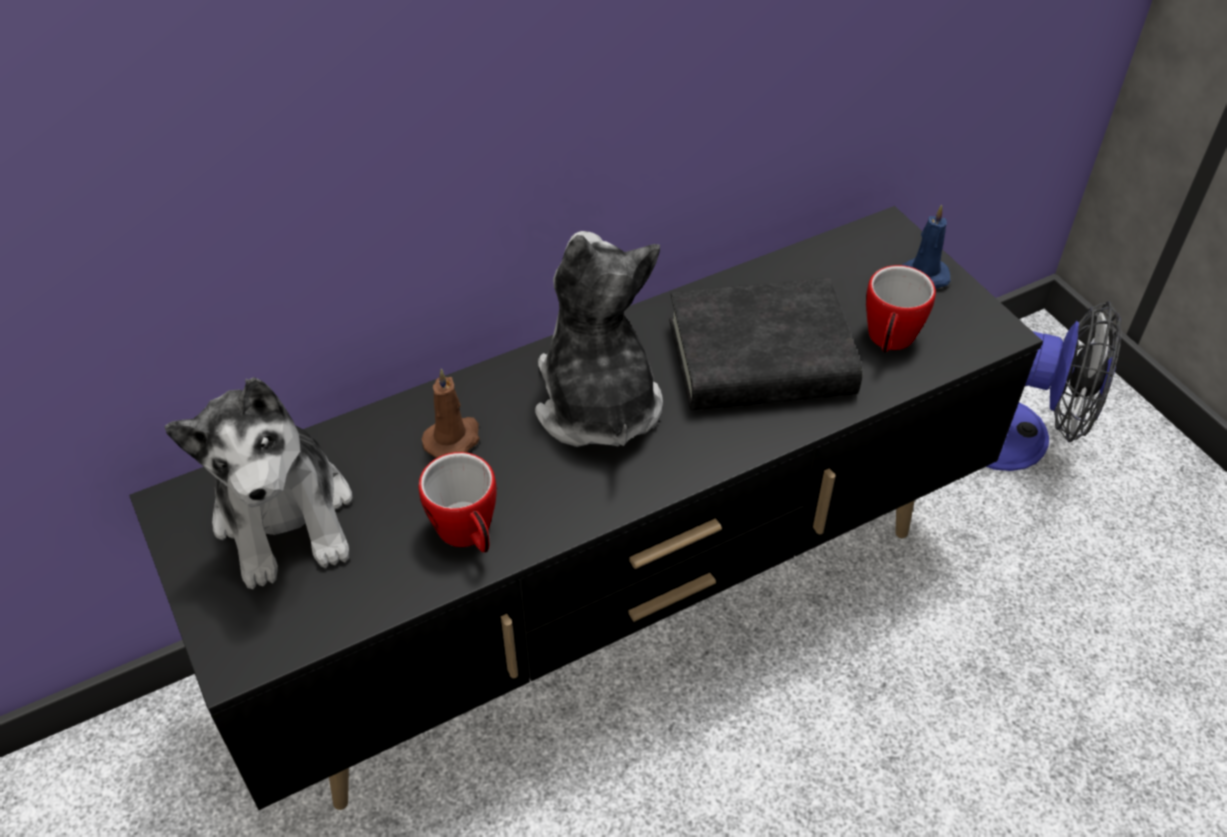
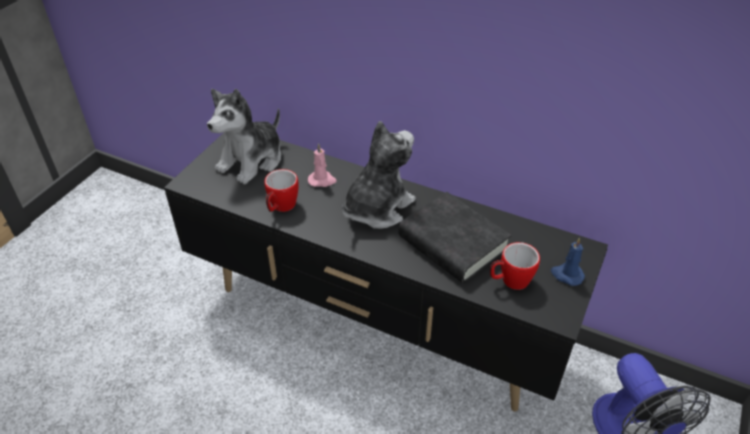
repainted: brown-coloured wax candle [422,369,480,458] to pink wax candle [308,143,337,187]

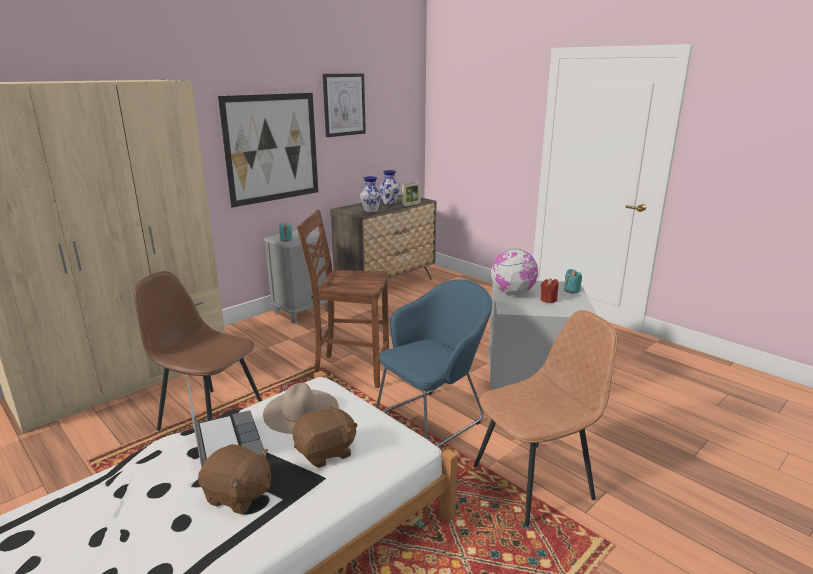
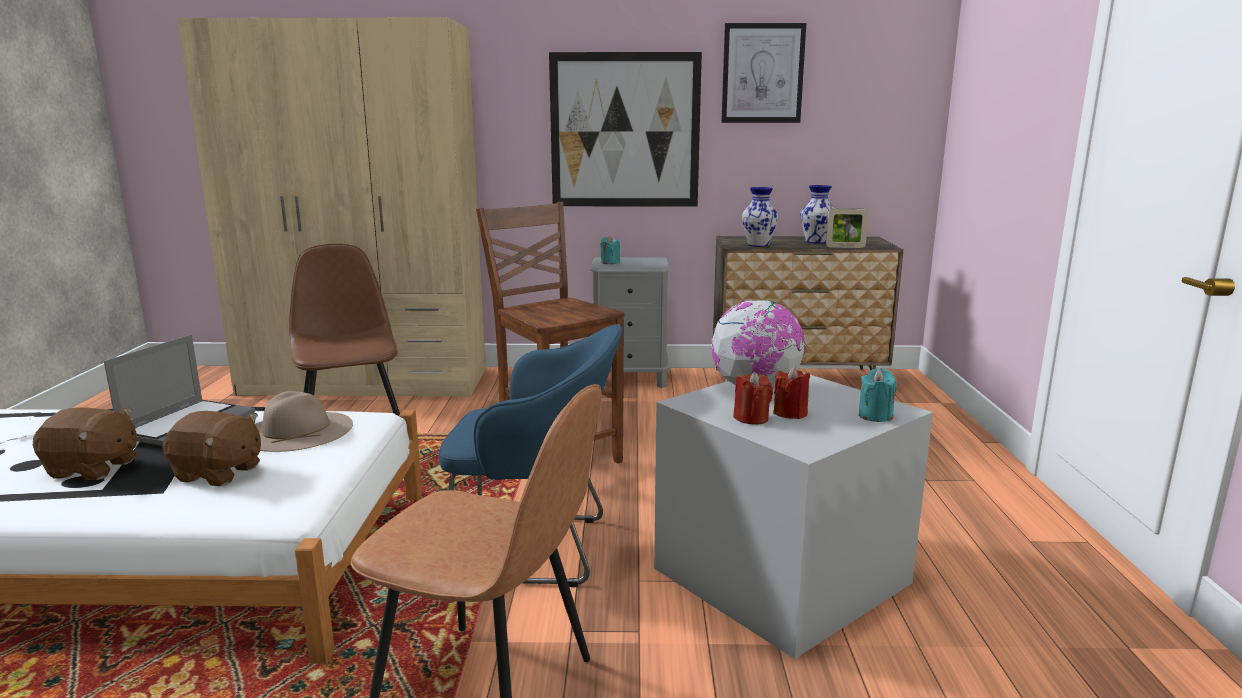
new: red wax candle [733,372,773,425]
rotated: brown-coloured cuddly toy [198,444,271,514] = [33,407,137,480] 60 degrees counterclockwise

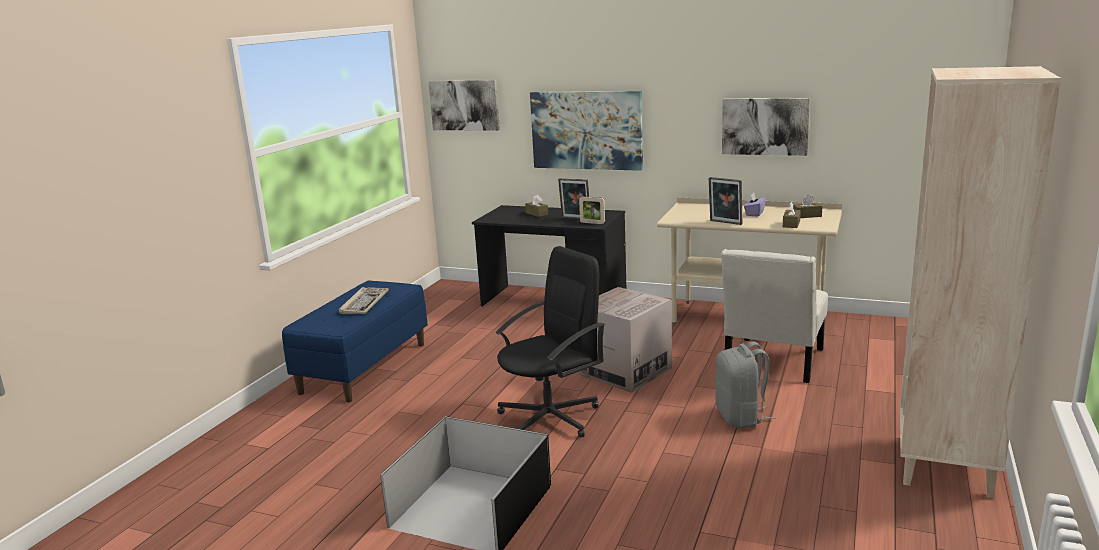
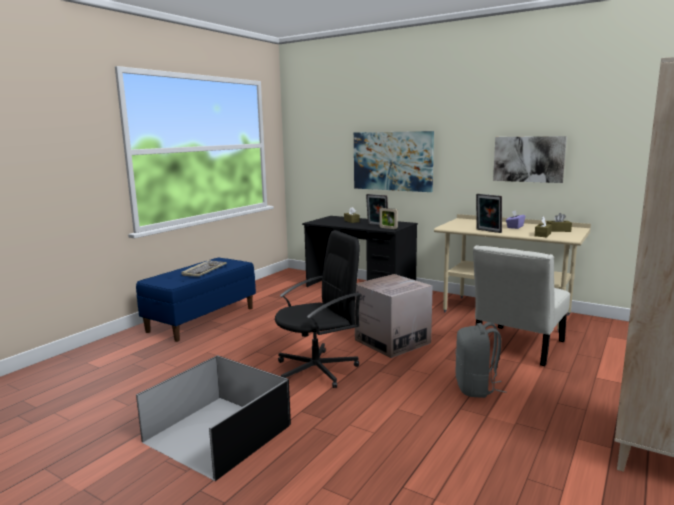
gone: wall picture [428,80,500,131]

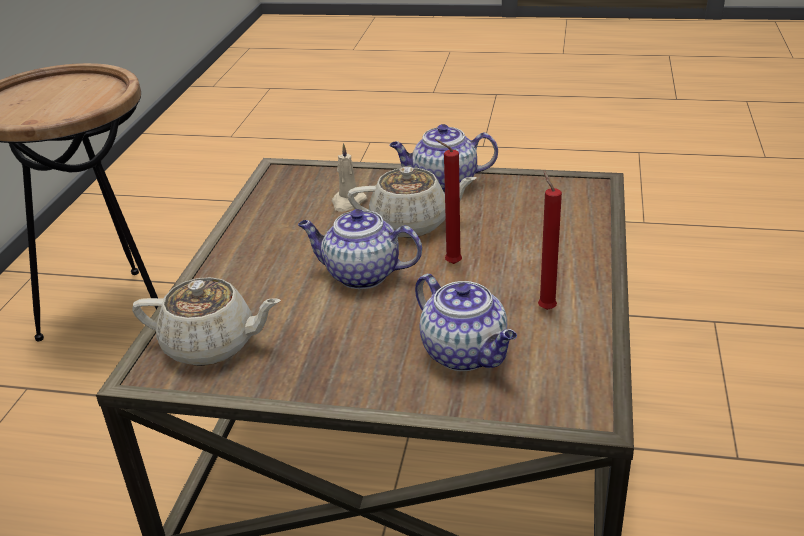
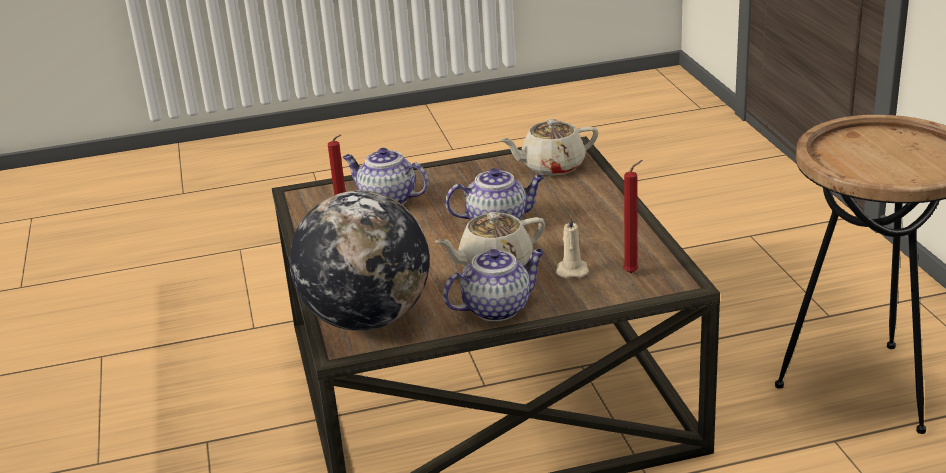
new: world globe [290,190,430,331]
shifted: red wax candle [435,139,462,264] to [623,160,643,273]

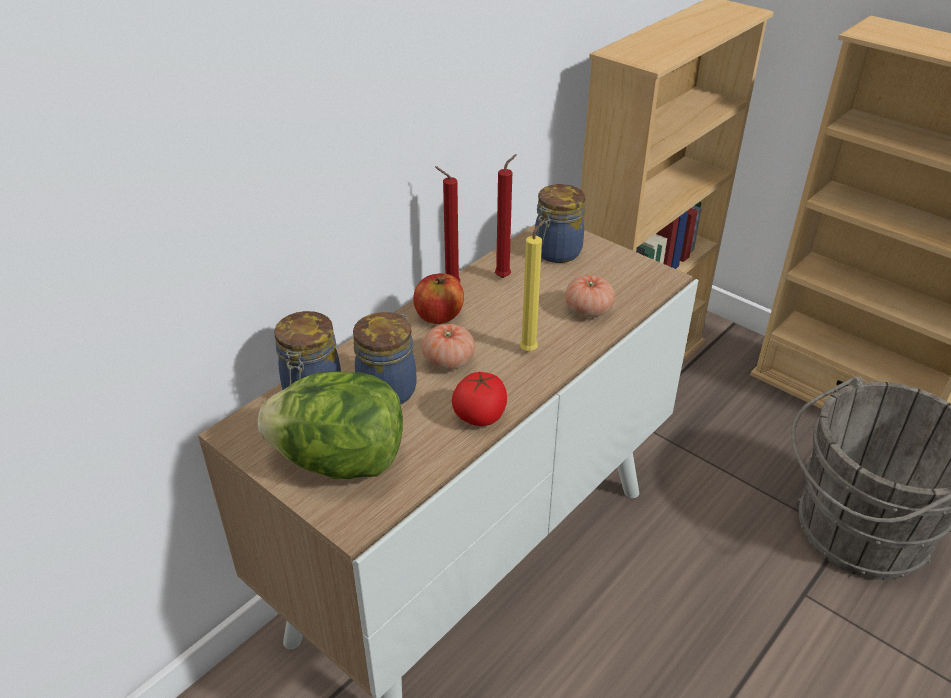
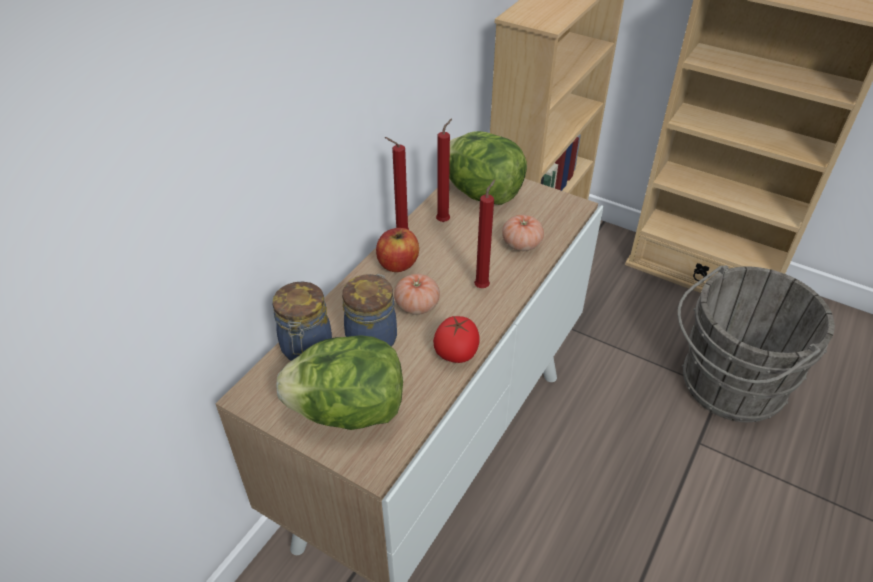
swapped: storage jar [535,184,585,263] to lettuce head [449,131,527,205]
repainted: yellow-coloured wax candle [520,219,546,351] to red wax candle [474,180,495,288]

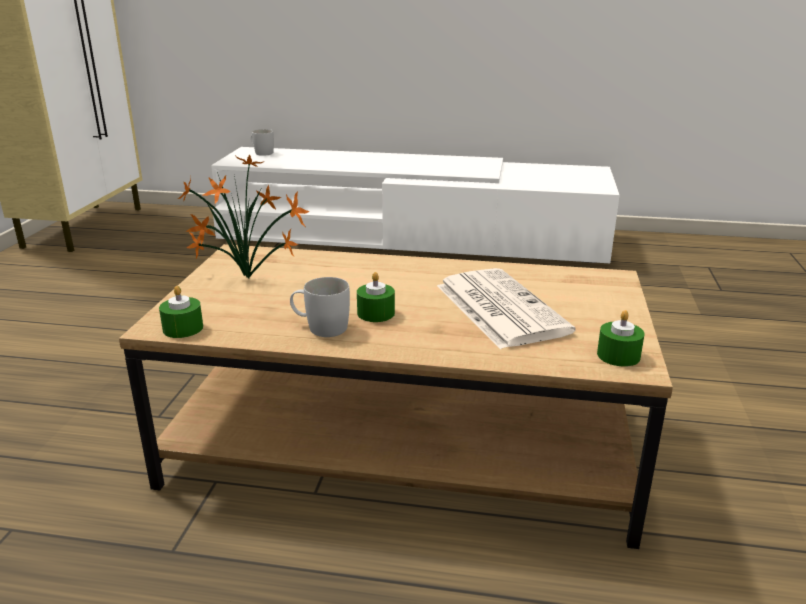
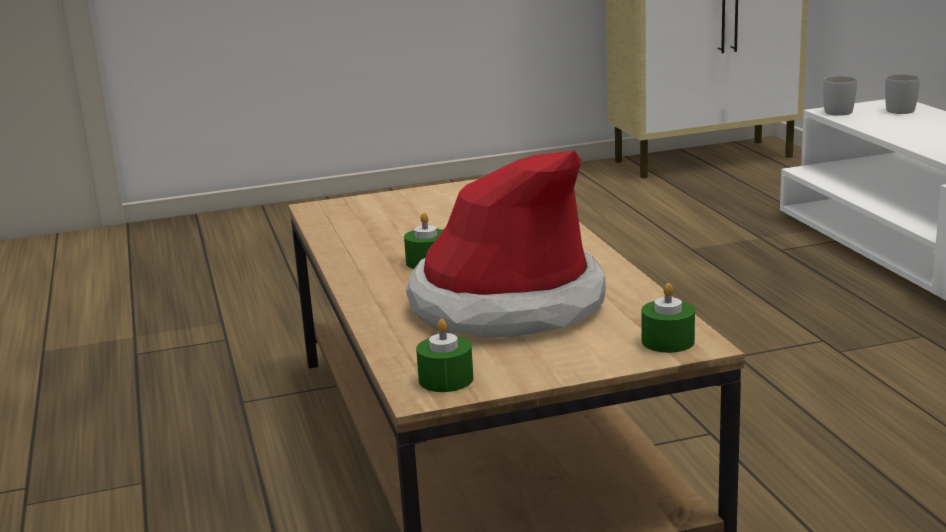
gone: plant in a pot [178,155,310,279]
shifted: whitish coffee mug [290,277,350,337] to [823,76,857,116]; green-coloured wax candle [159,286,203,338] to [641,283,695,353]
swapped: printed paper [437,268,576,349] to wearable hat [406,150,606,338]

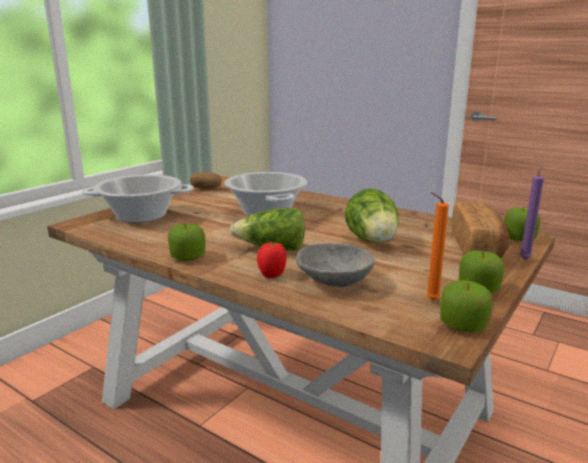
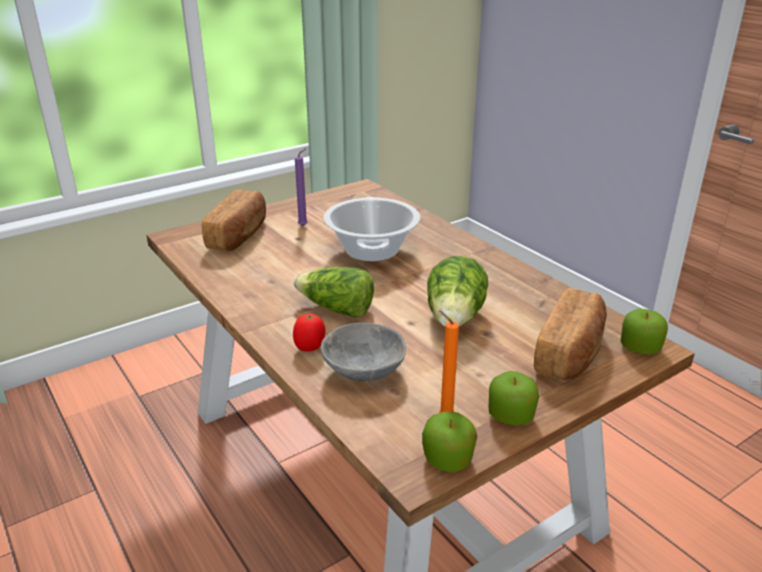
gone: spud [190,172,222,189]; whole apple [168,224,205,261]
shifted: purplish wax candle [519,166,544,260] to [295,148,308,226]
swapped: stockpot [82,175,194,223] to baked bread [202,190,266,251]

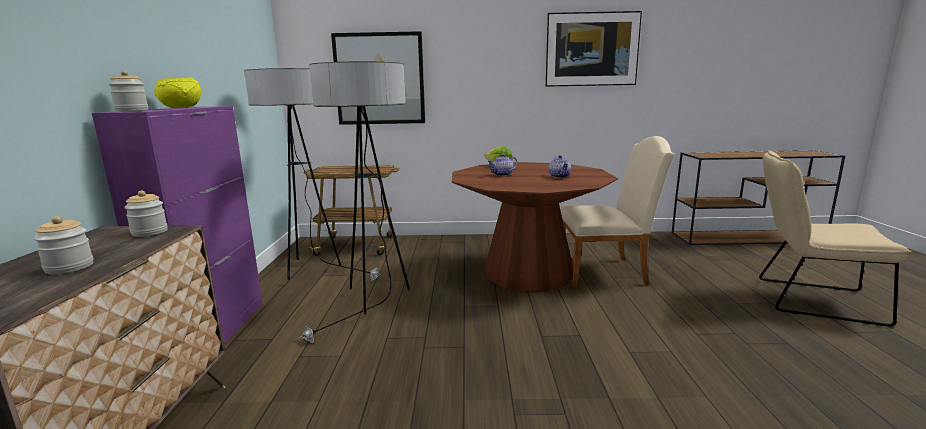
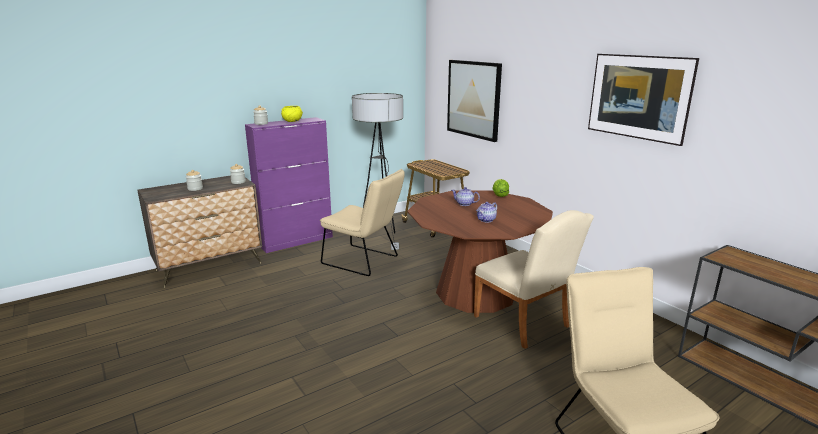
swapped: floor lamp [299,62,410,343] to beige-coloured upright chair [320,168,405,276]

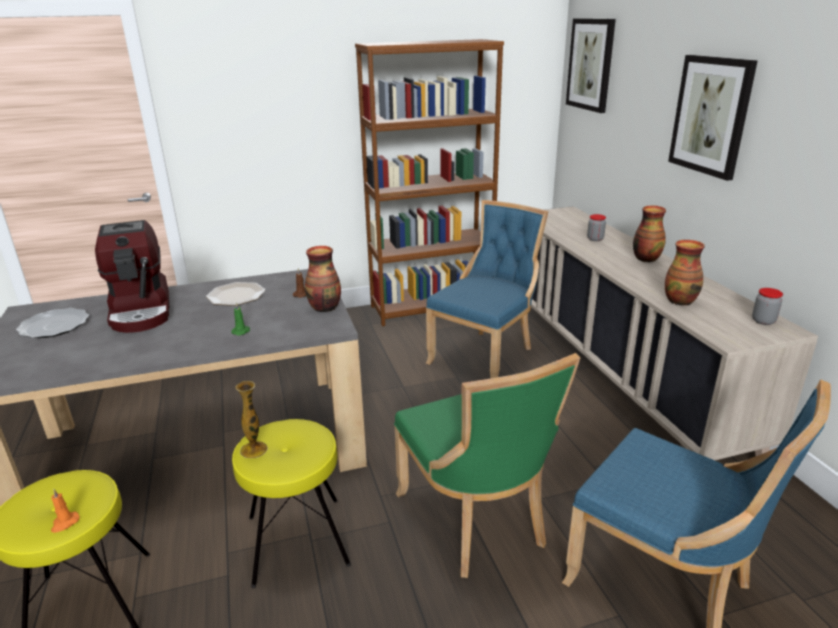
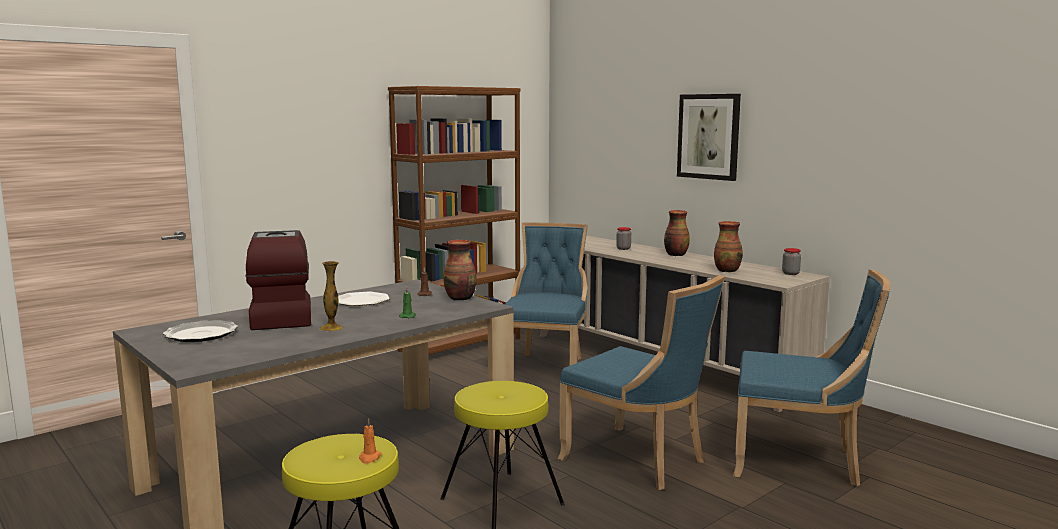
gone: wall picture [566,18,616,113]
shifted: flower vase [236,381,268,458] to [319,261,343,331]
repainted: green-coloured upright chair [394,353,581,578] to blue upright chair [558,275,725,490]
rotated: coffee machine [95,220,169,333] = [245,230,311,330] 150 degrees counterclockwise

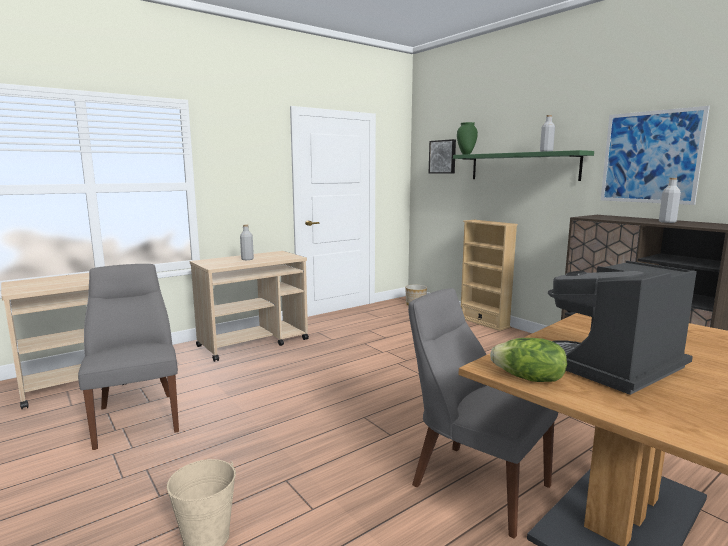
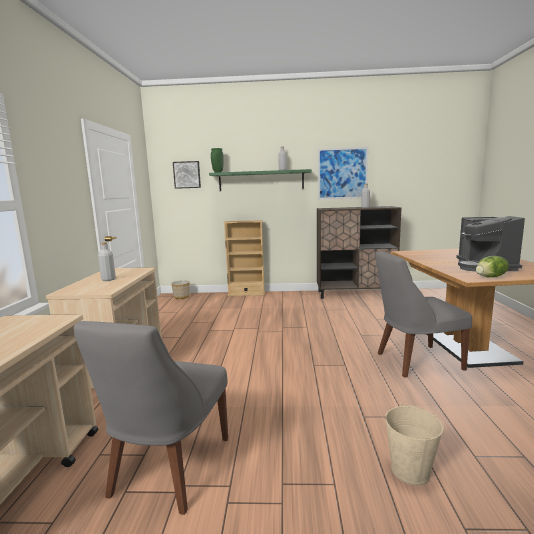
rotated: grey upright chair [78,264,179,450] = [74,321,228,515] 90 degrees counterclockwise

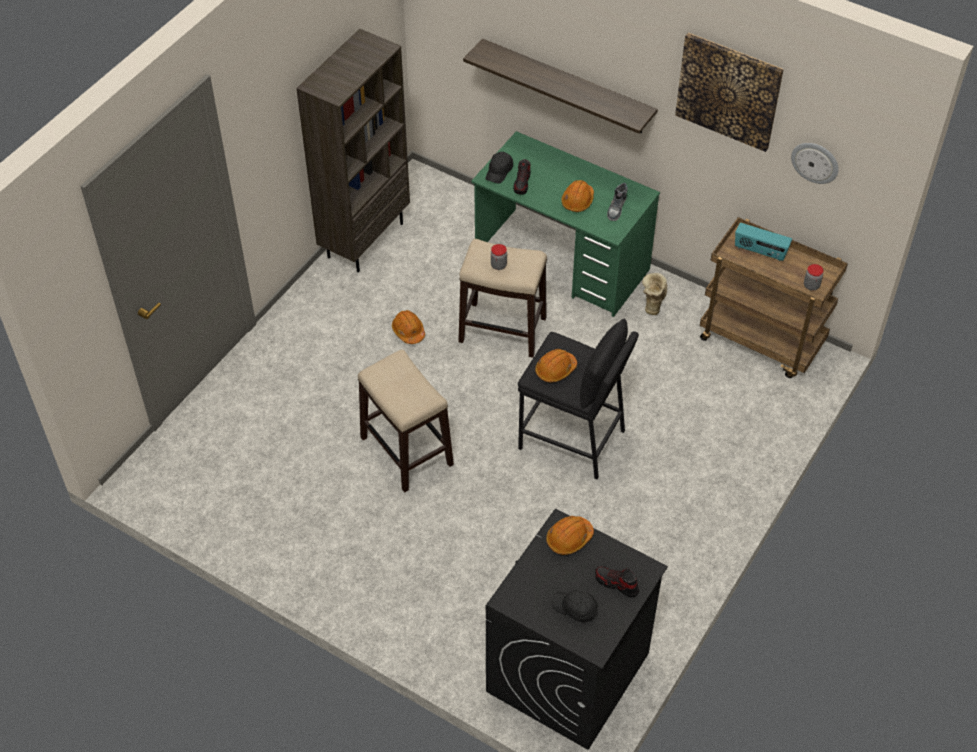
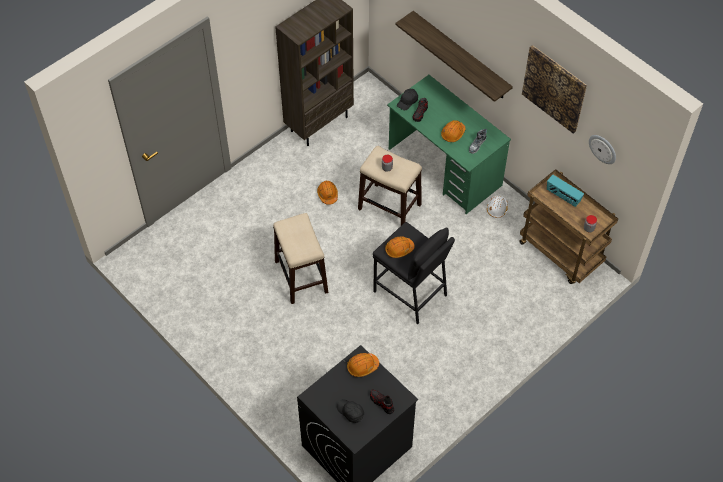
swapped: high-top boot [642,273,667,315] to whitish safety helmet [487,196,508,218]

